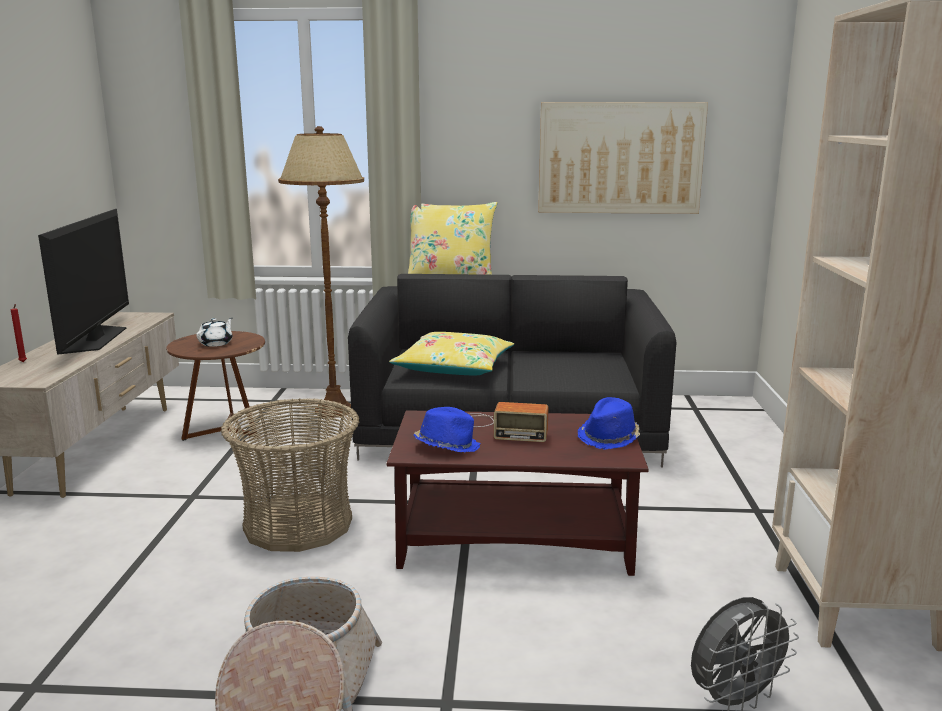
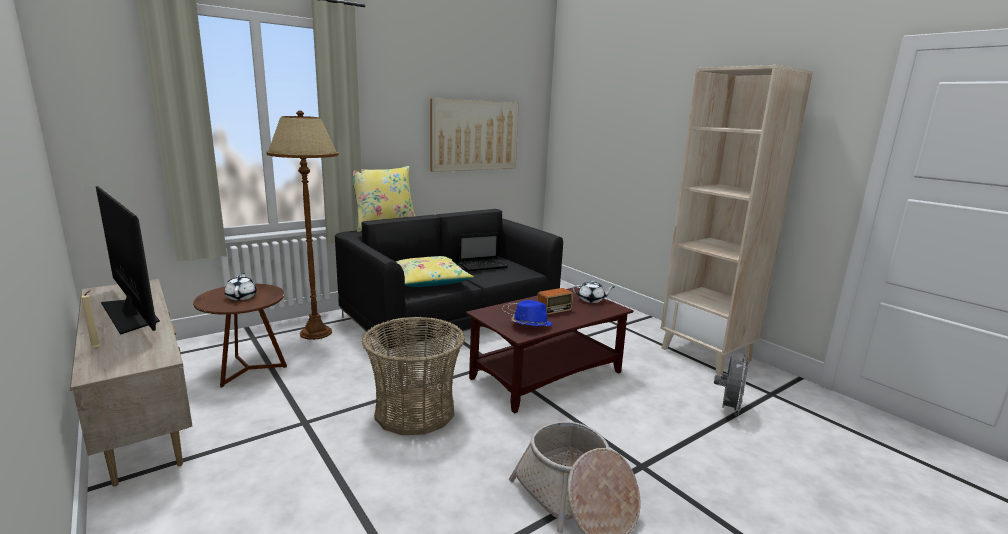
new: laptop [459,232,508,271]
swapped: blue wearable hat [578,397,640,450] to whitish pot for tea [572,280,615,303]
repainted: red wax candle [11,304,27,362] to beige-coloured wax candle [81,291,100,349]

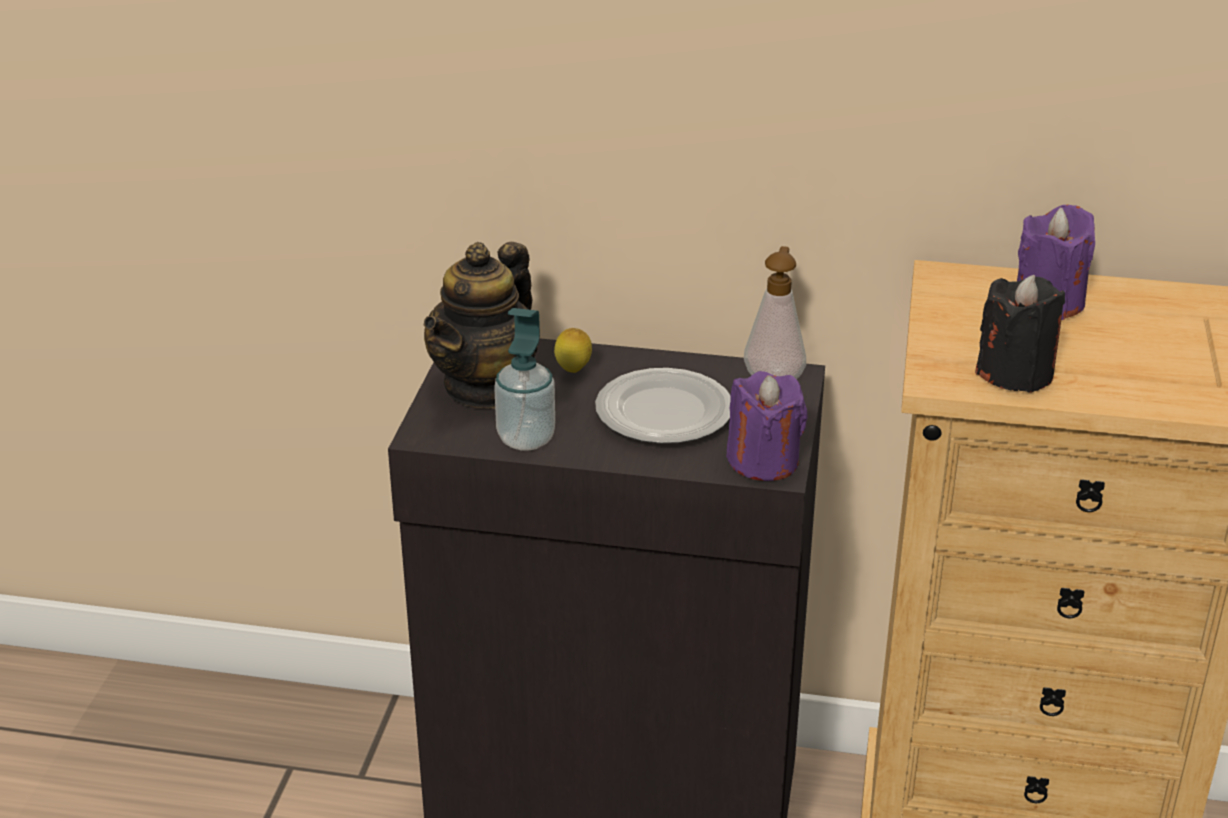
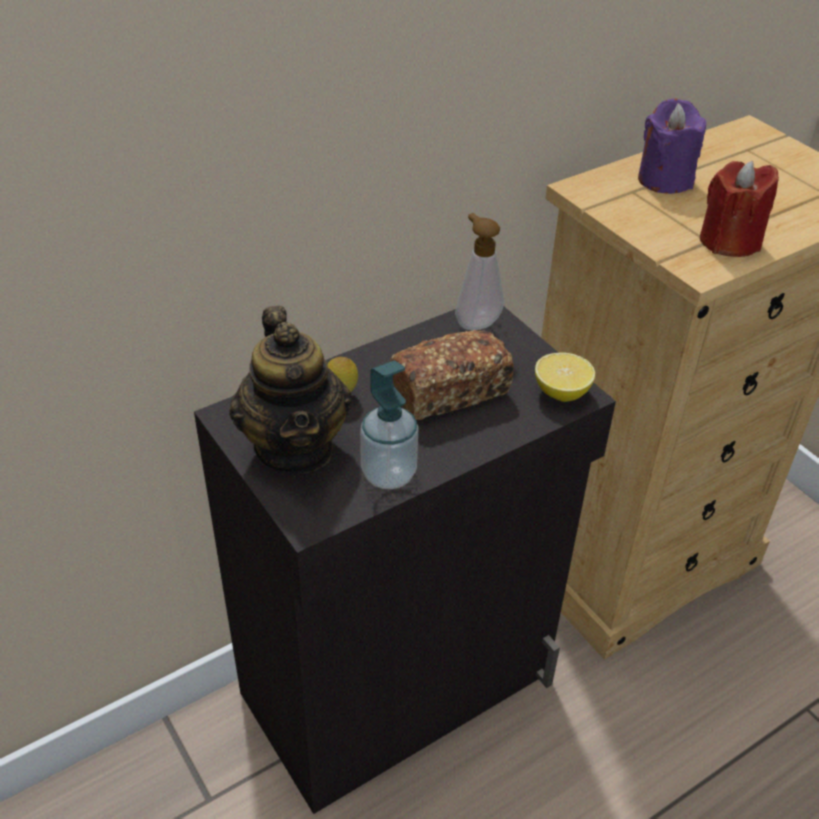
swapped: dinner plate [595,368,731,444] to baked bread [390,330,514,420]; purplish wax candle [726,371,808,481] to lemon [535,352,595,402]
repainted: black wax candle [975,275,1065,393] to red wax candle [700,161,779,257]

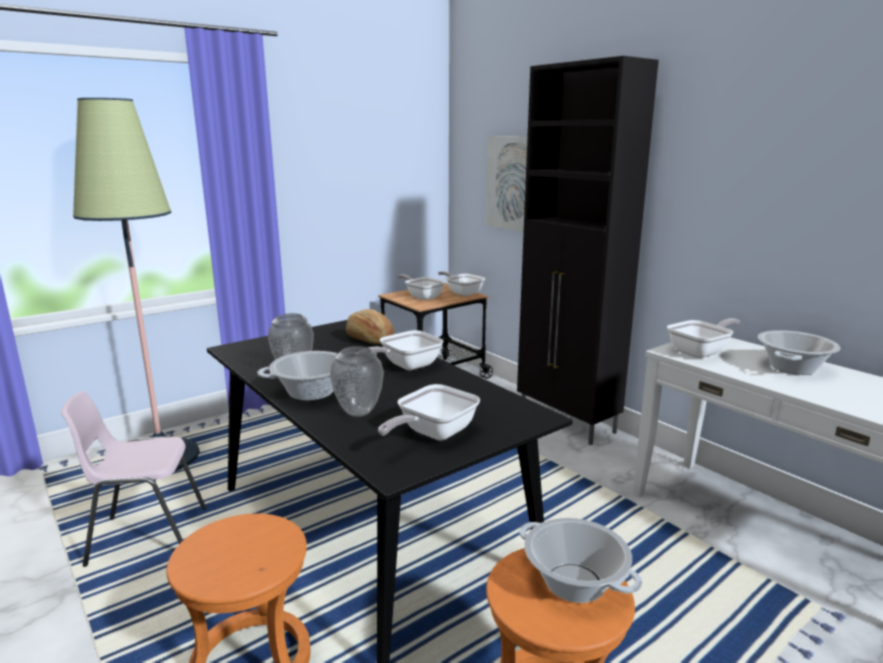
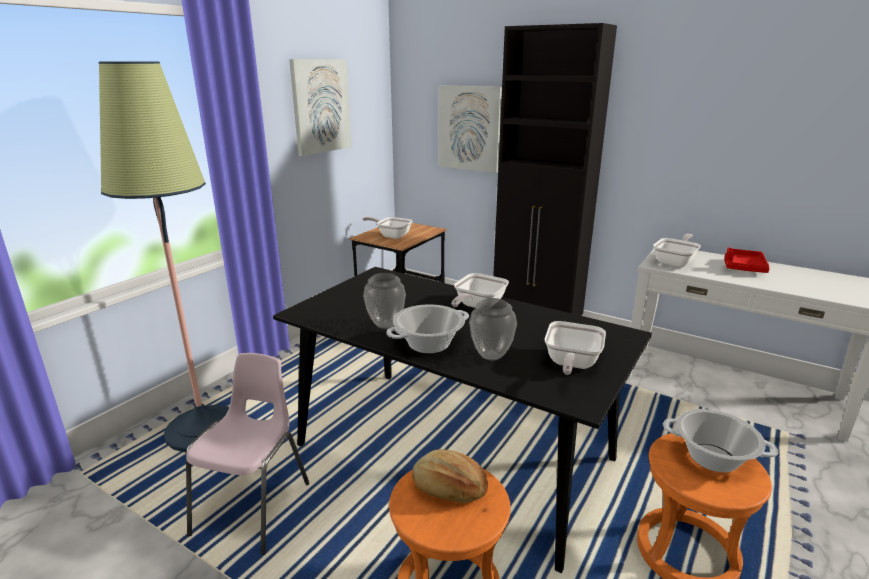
gone: frying pan [438,271,485,296]
new: wall picture [289,59,351,156]
shifted: baked bread [346,309,394,344] to [412,449,488,503]
swapped: stockpot [758,330,840,375] to red carrying tray [724,248,770,273]
rotated: pink upright chair [61,391,206,567] = [186,353,310,555] 135 degrees clockwise

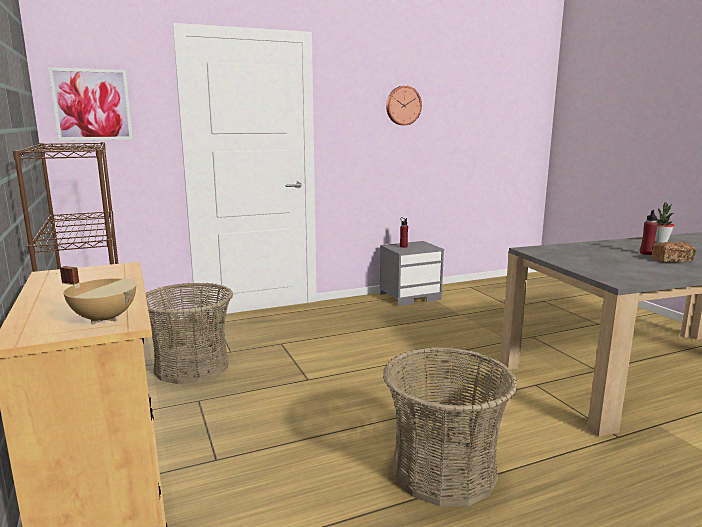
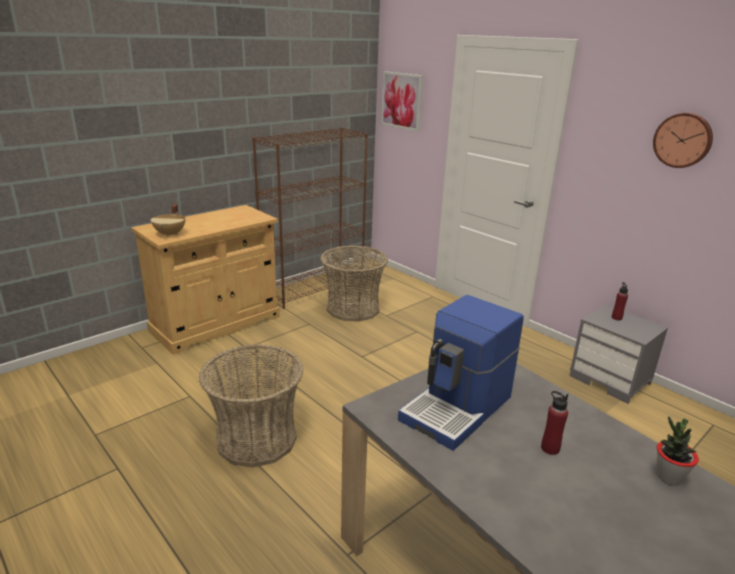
gone: baked bread [652,242,696,262]
new: coffee machine [398,295,524,451]

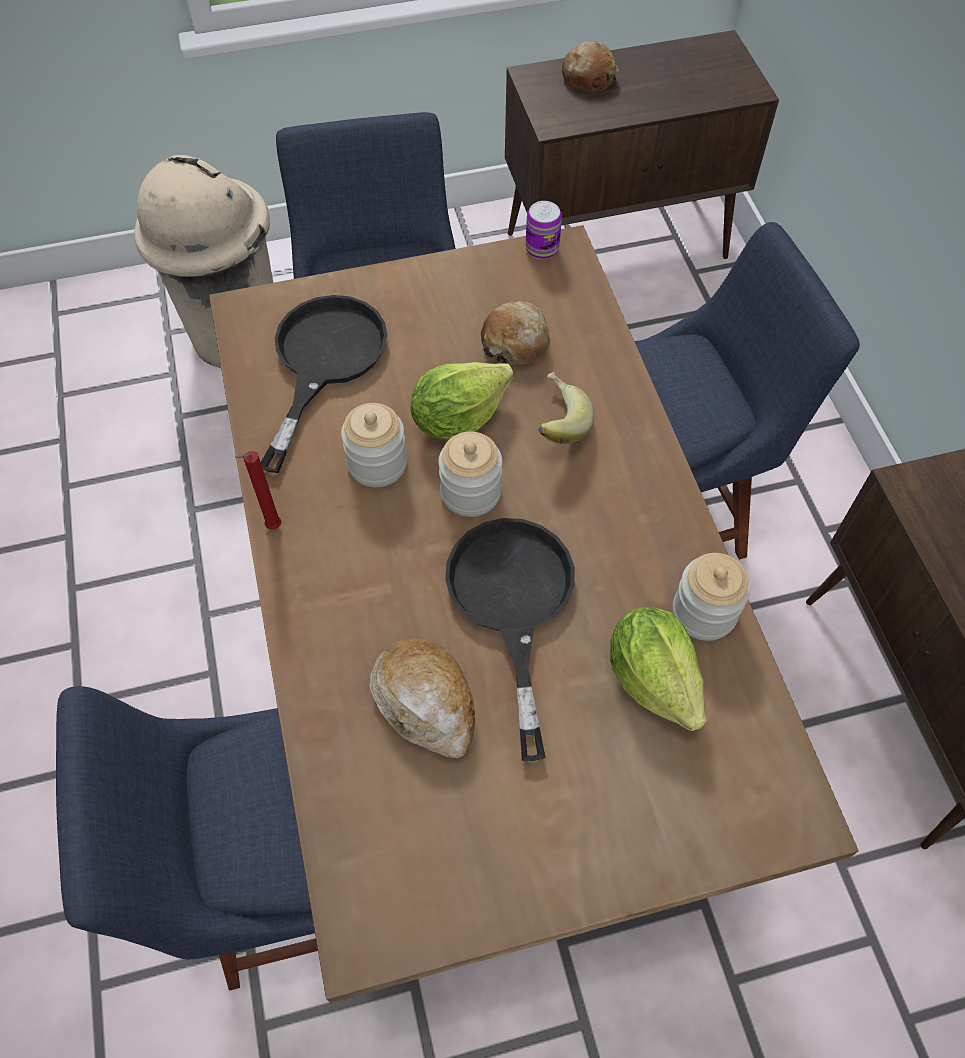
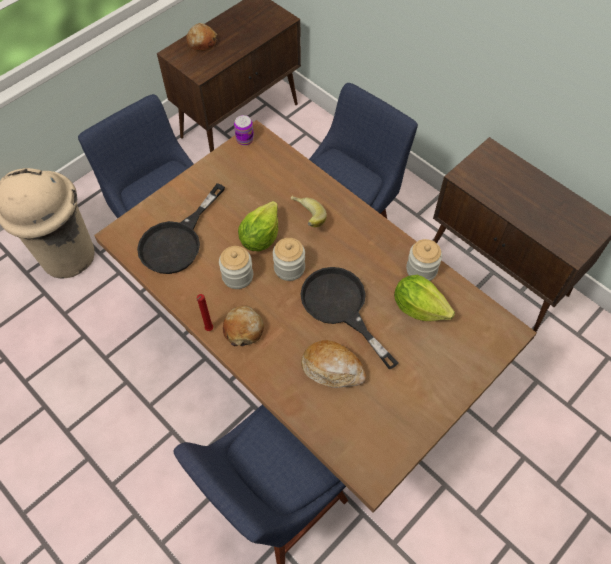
shifted: baked bread [481,301,551,365] to [223,305,264,346]
rotated: black frying pan [261,295,388,473] = [137,183,225,274] 135 degrees counterclockwise

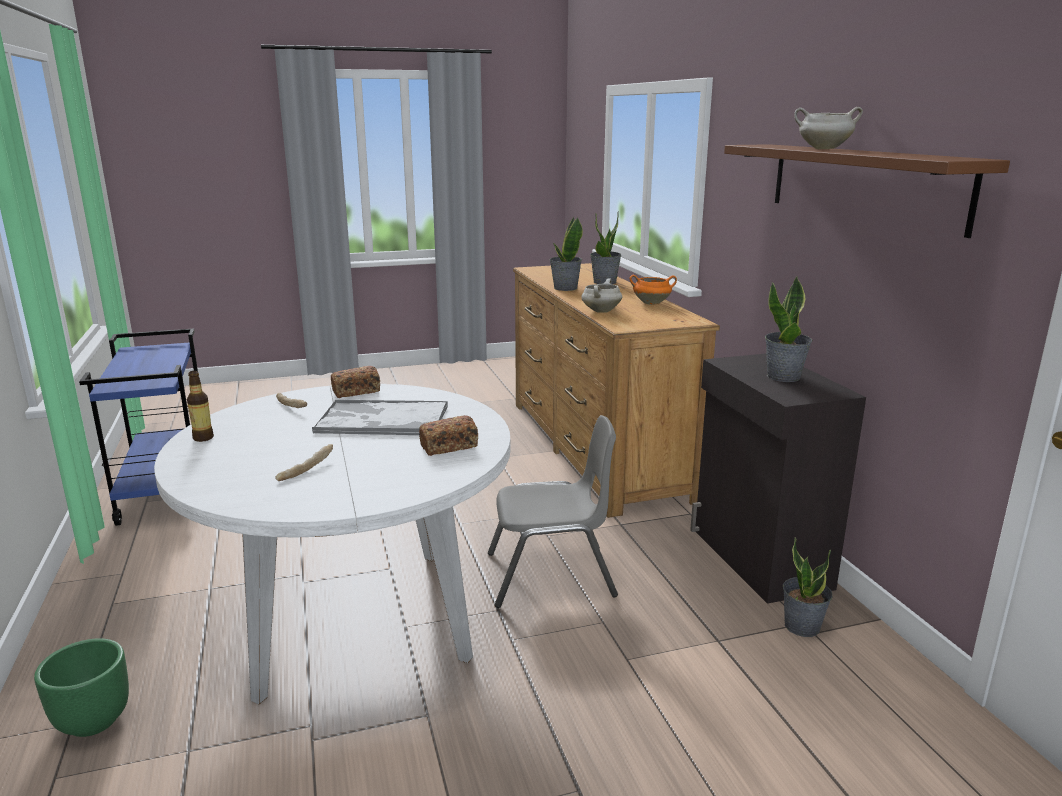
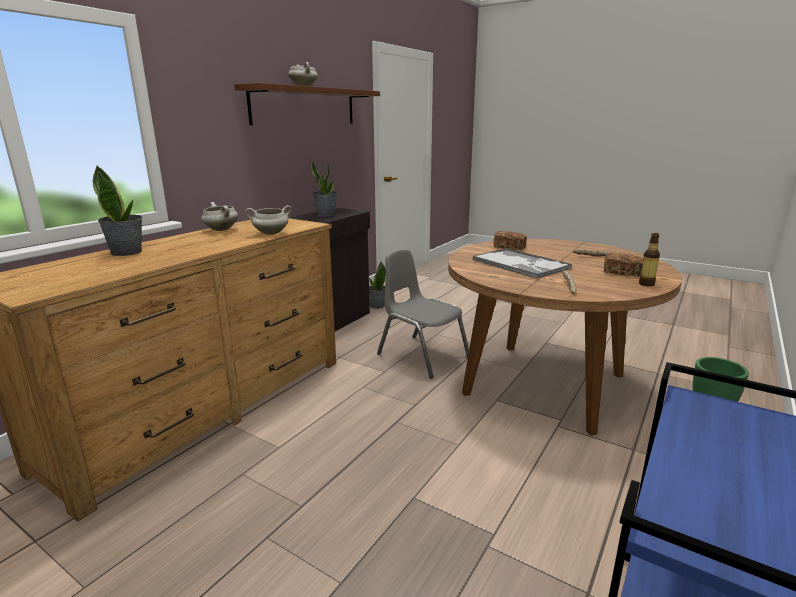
gone: plant in a pot [549,216,583,291]
shifted: baked bread [331,366,380,398] to [604,253,643,277]
repainted: orangey stockpot [630,275,677,305] to whitish stockpot [201,202,238,231]; whitish dining table [154,384,510,704] to brown-coloured dining table [448,239,682,435]

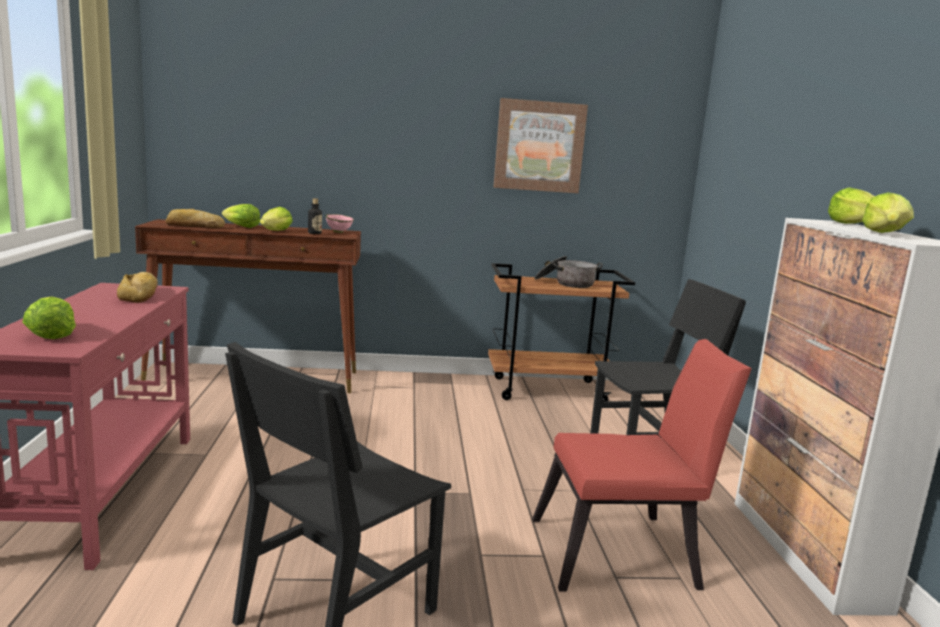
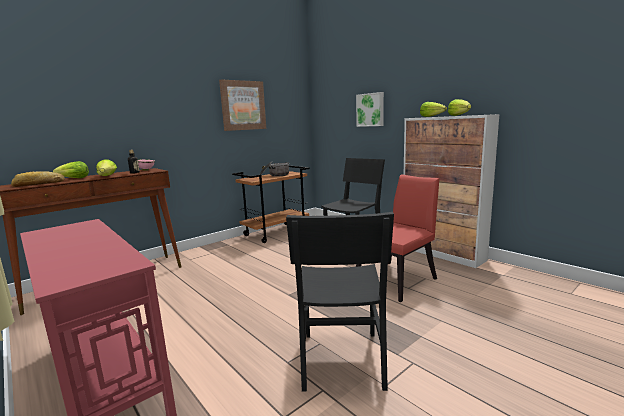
gone: baked bread [117,272,158,303]; lettuce head [22,296,76,339]
new: wall picture [356,92,384,127]

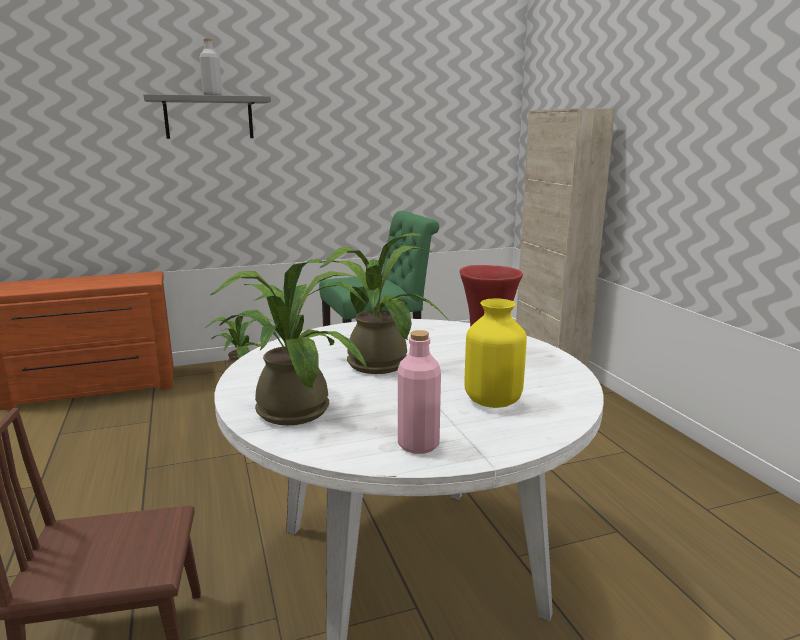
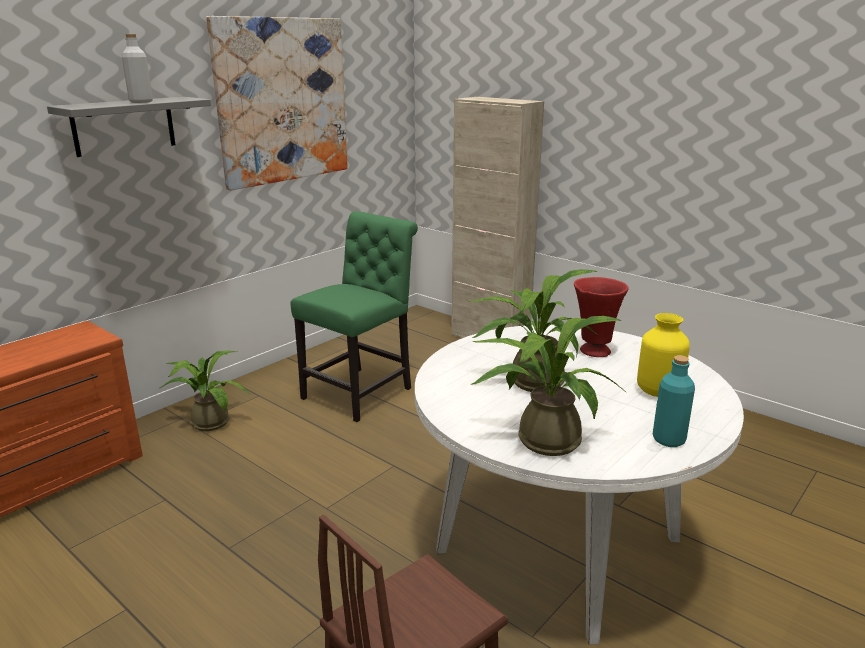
new: wall picture [206,16,348,191]
repainted: pink bottle [398,330,441,454] to blue-green bottle [653,355,695,447]

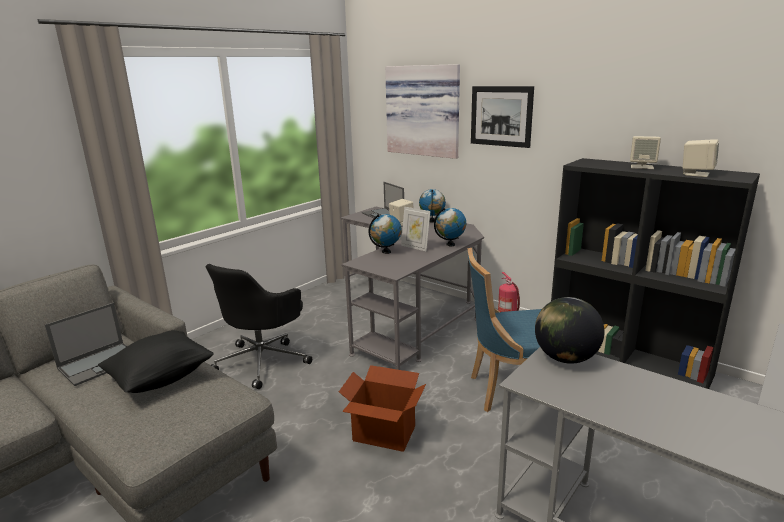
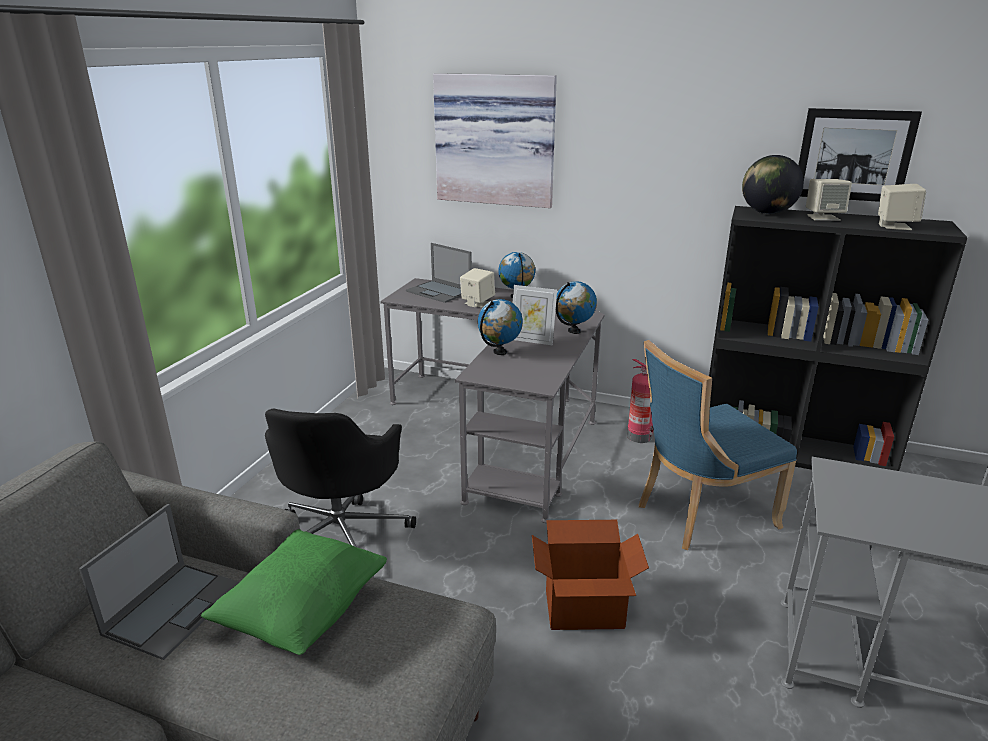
shifted: wall picture [471,86,534,148] to [798,108,922,202]; world globe [535,297,604,364] to [742,155,804,214]
repainted: black throw pillow [98,330,214,393] to green-coloured throw pillow [201,529,387,655]

